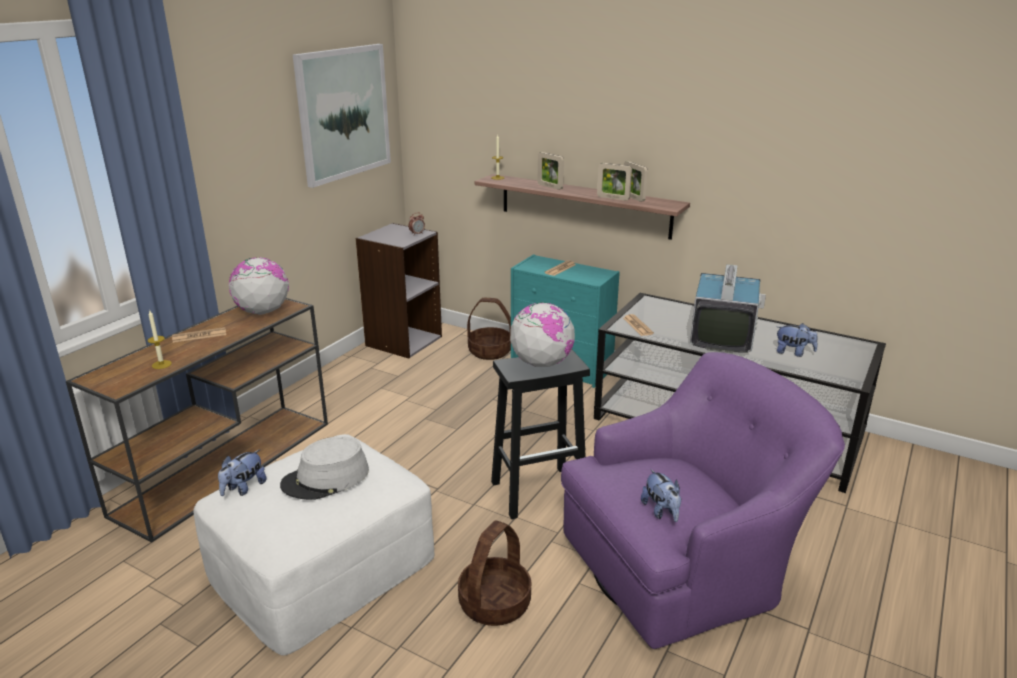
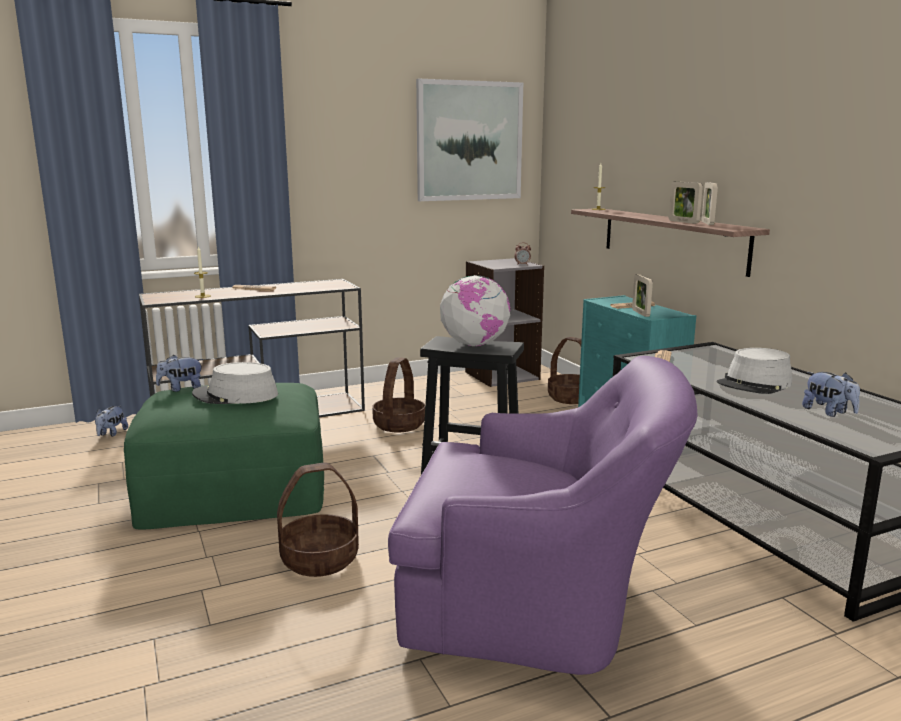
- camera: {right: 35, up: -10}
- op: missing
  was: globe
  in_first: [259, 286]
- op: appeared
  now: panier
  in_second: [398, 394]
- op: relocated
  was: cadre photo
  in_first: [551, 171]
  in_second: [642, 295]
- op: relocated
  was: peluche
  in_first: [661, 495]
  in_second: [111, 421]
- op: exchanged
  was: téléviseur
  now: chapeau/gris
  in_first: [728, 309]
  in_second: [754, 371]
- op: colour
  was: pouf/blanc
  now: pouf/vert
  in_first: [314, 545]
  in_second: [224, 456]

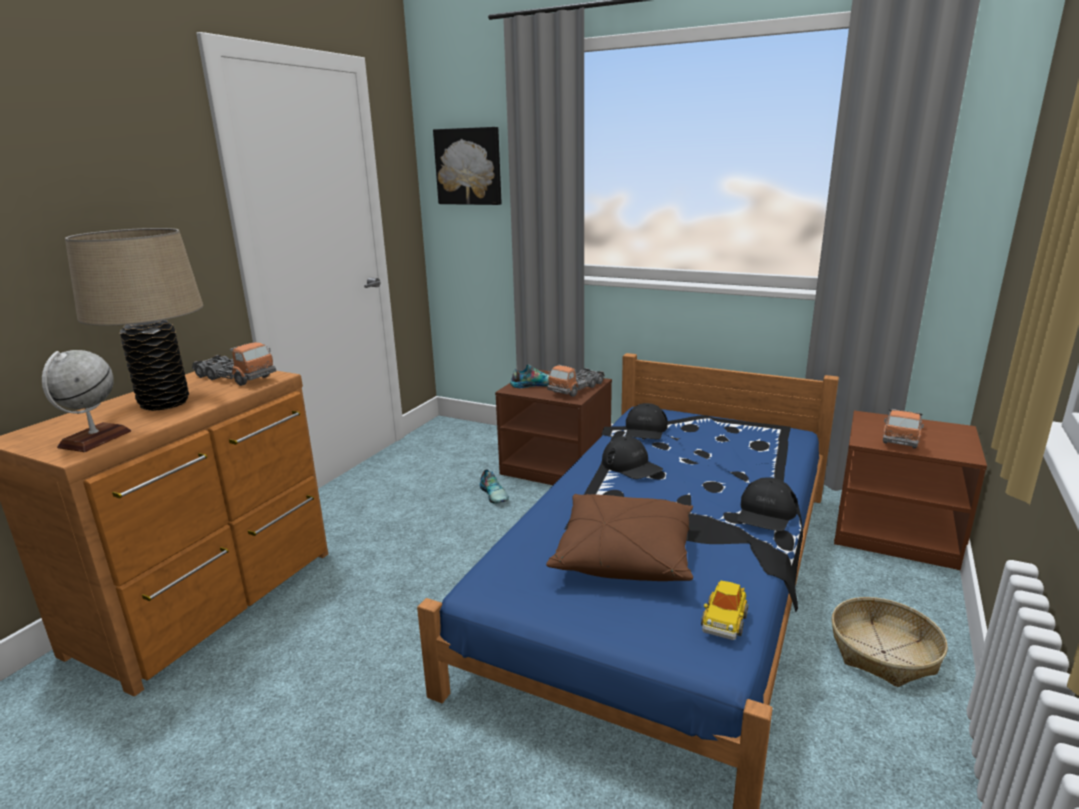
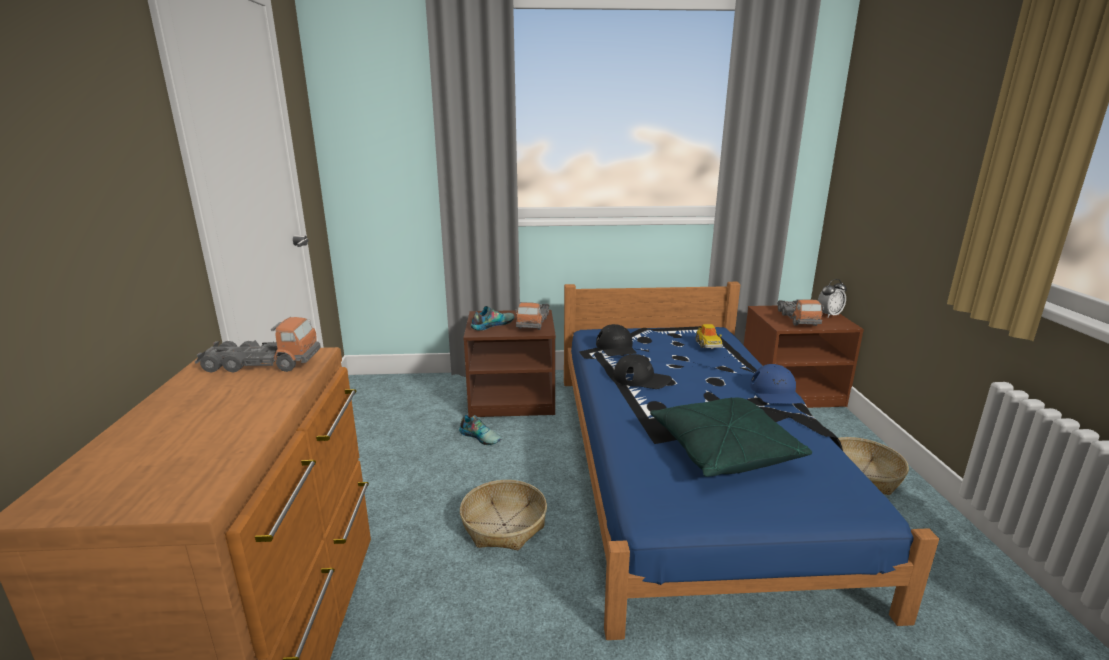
- camera: {right: -30, up: 0}
- op: missing
  was: globe
  in_first: [86, 401]
- op: missing
  was: lampe de table/beige
  in_first: [134, 319]
- op: missing
  was: tableau
  in_first: [467, 166]
- op: appeared
  now: panier
  in_second: [503, 515]
- op: appeared
  now: réveil
  in_second: [832, 298]
- op: relocated
  was: petite voiture
  in_first: [724, 610]
  in_second: [709, 336]
- op: colour
  was: coussin/marron
  now: coussin/vert
  in_first: [619, 537]
  in_second: [731, 437]
- op: colour
  was: casquette/noir
  now: casquette/bleu
  in_first: [767, 504]
  in_second: [775, 384]

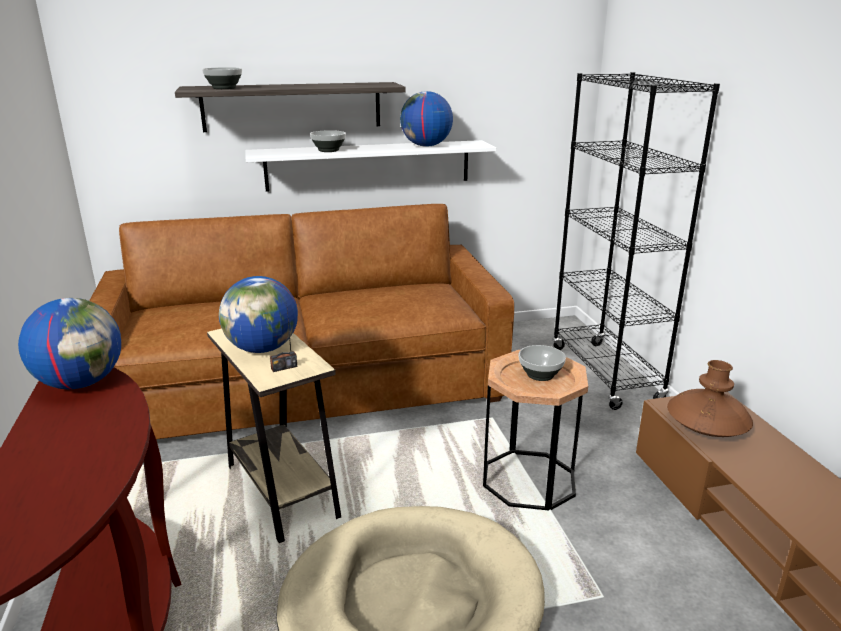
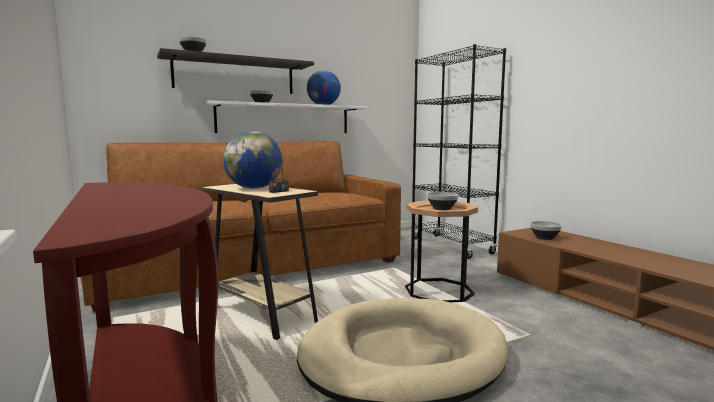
- camera: {right: -15, up: -15}
- op: missing
  was: globe
  in_first: [69, 343]
- op: exchanged
  was: vase/marron
  now: bol
  in_first: [710, 398]
  in_second: [546, 230]

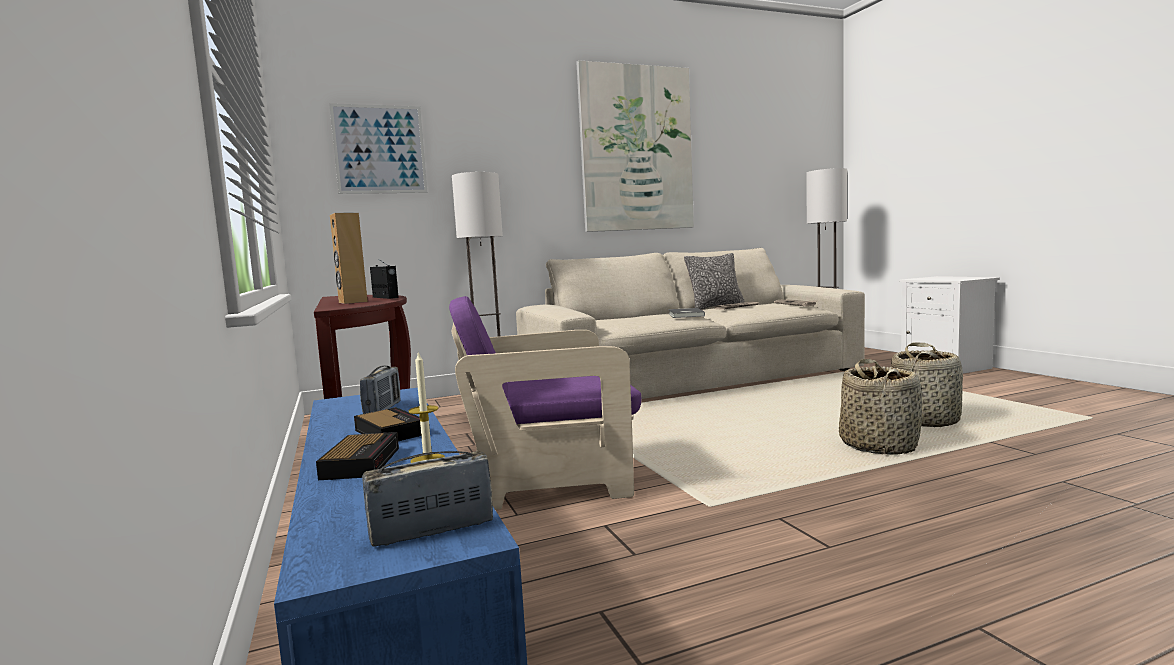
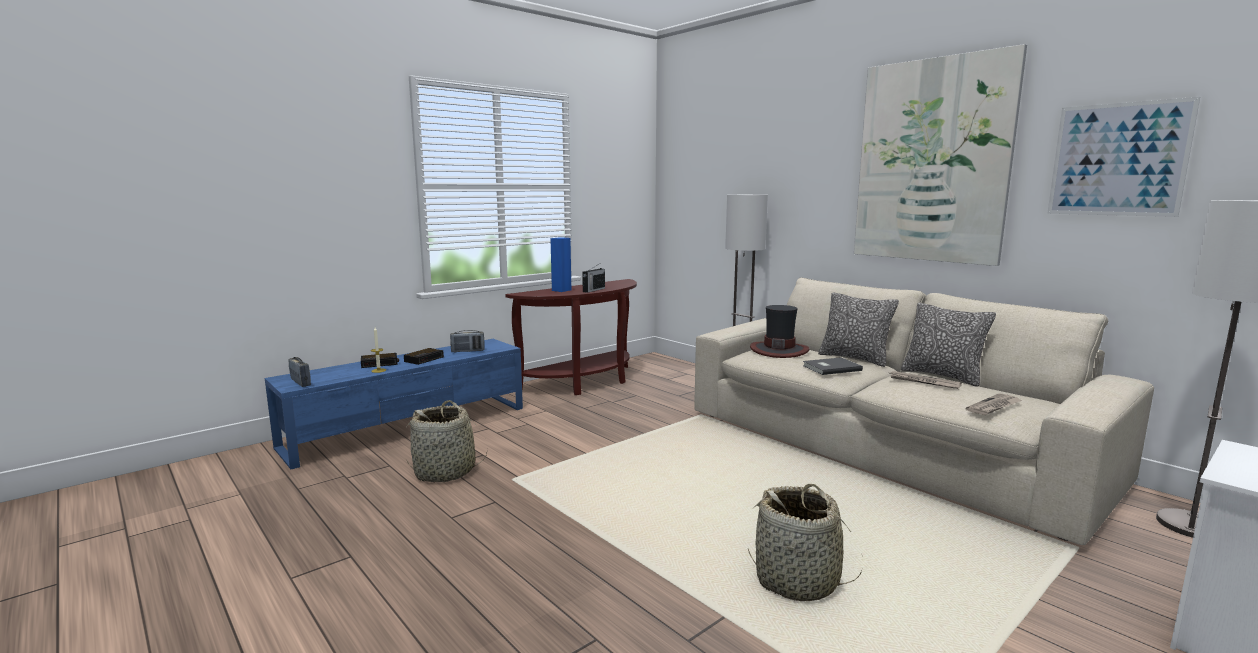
- camera: {right: 70, up: 5}
- op: missing
  was: fauteuil/violet
  in_first: [545, 403]
- op: appeared
  now: chapeau
  in_second: [780, 331]
- op: appeared
  now: coussin
  in_second: [858, 329]
- op: relocated
  was: tableau
  in_first: [378, 148]
  in_second: [1123, 157]
- op: relocated
  was: panier
  in_first: [880, 407]
  in_second: [447, 441]
- op: colour
  was: enceinte/marron
  now: enceinte/bleu
  in_first: [349, 258]
  in_second: [560, 264]

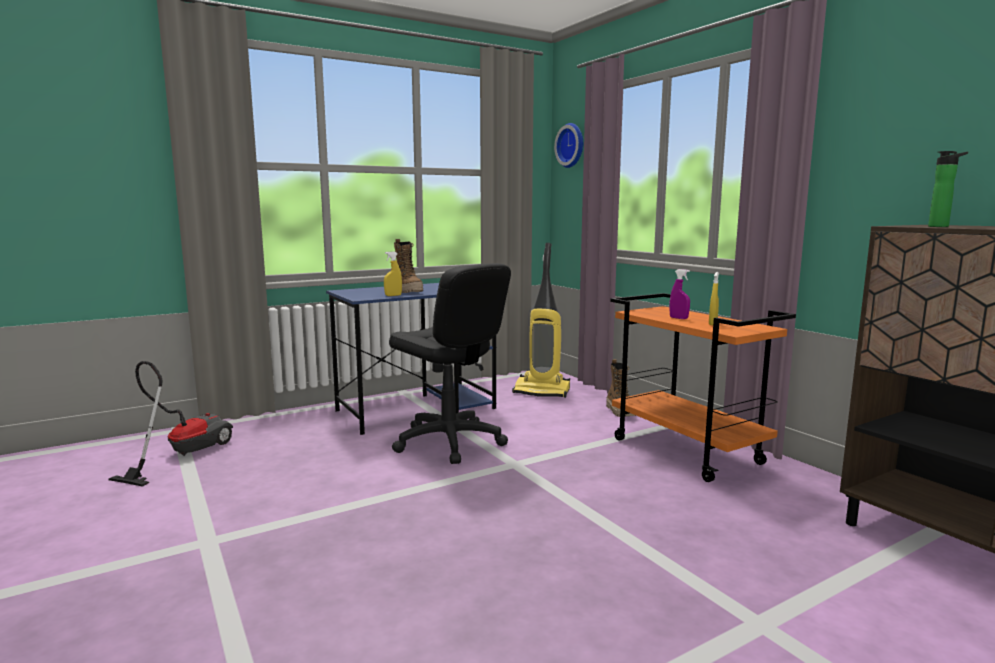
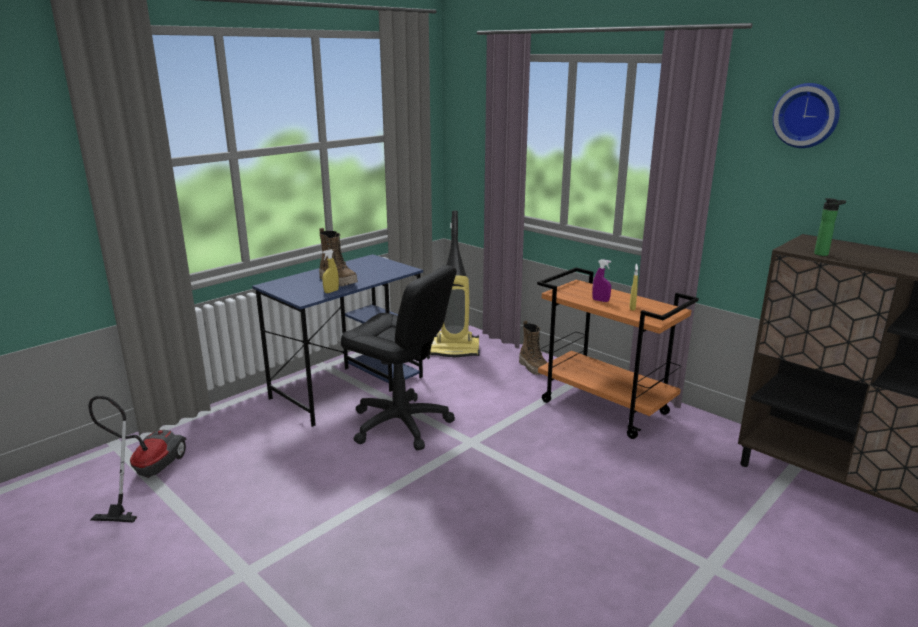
- camera: {right: -15, up: 10}
- op: relocated
  was: horloge murale
  in_first: [568, 145]
  in_second: [806, 115]

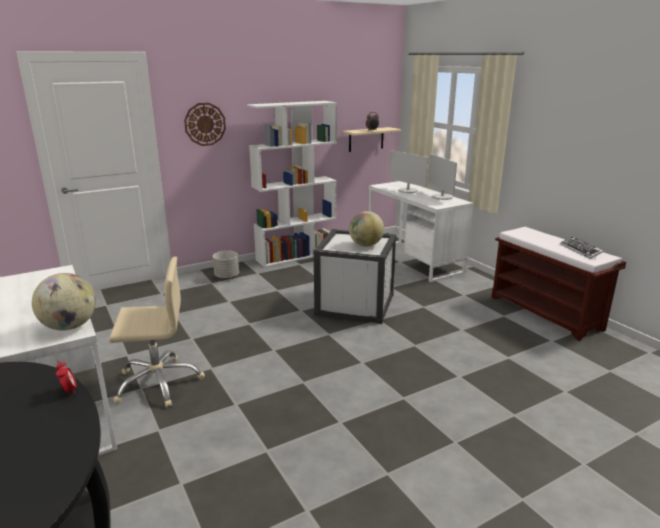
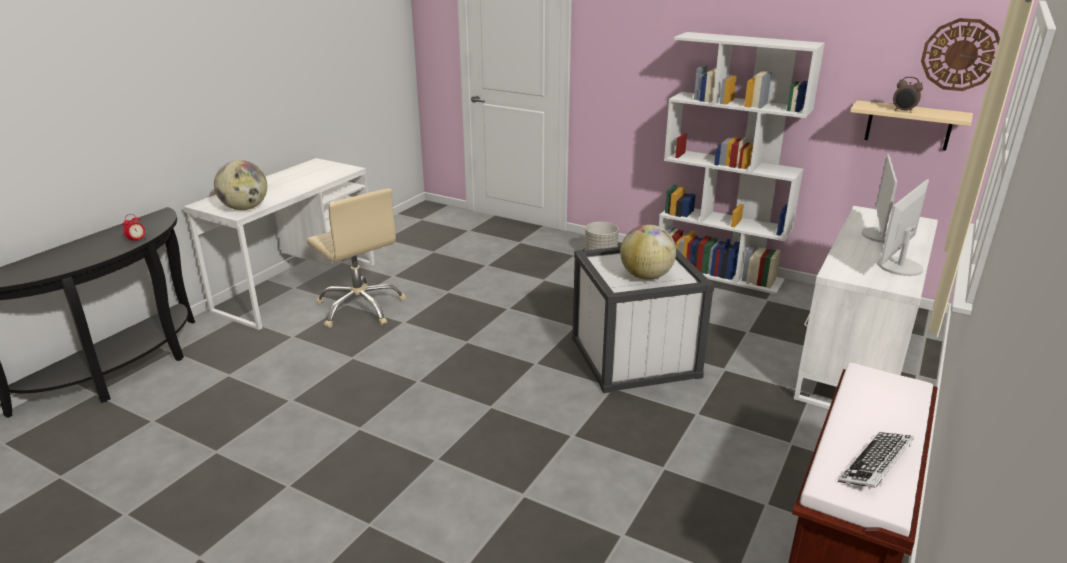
- camera: {right: 60, up: 5}
- op: relocated
  was: horloge murale
  in_first: [205, 124]
  in_second: [960, 54]

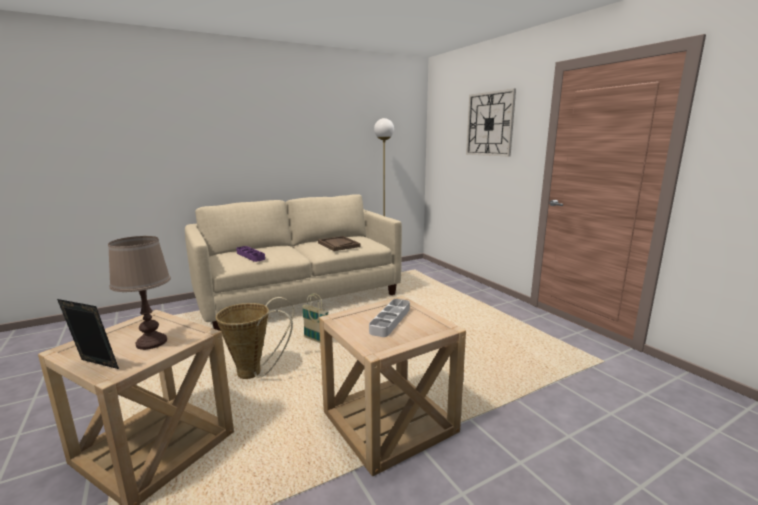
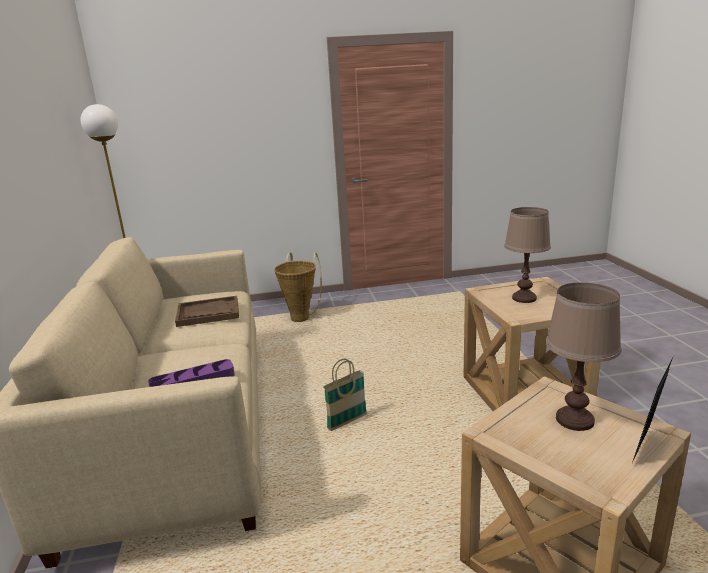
- camera: {right: -70, up: 5}
- op: missing
  was: horloge murale
  in_first: [491, 123]
- op: relocated
  was: panier
  in_first: [255, 338]
  in_second: [298, 287]
- op: exchanged
  was: plateau/gris
  now: lampe de table/marron
  in_first: [389, 318]
  in_second: [527, 255]

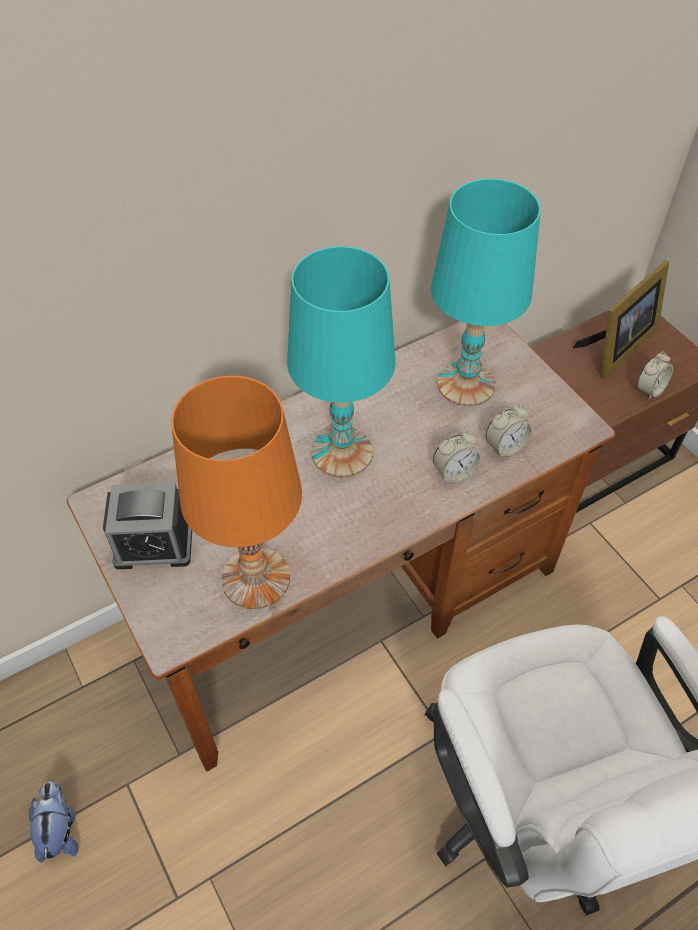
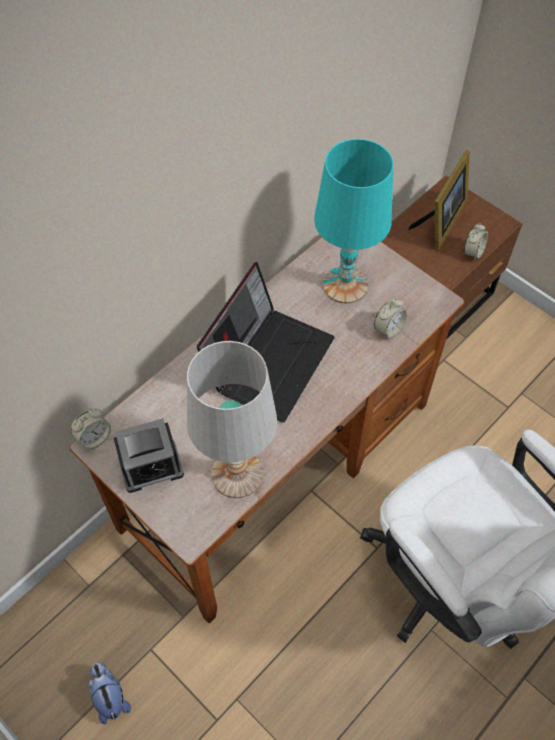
- camera: {right: -15, up: 5}
- op: relocated
  was: réveil
  in_first: [457, 457]
  in_second: [91, 429]
- op: exchanged
  was: lampe de table/turquoise
  now: ordinateur portable
  in_first: [341, 361]
  in_second: [266, 342]
- op: colour
  was: lampe de table/orange
  now: lampe de table/blanc
  in_first: [236, 492]
  in_second: [232, 419]

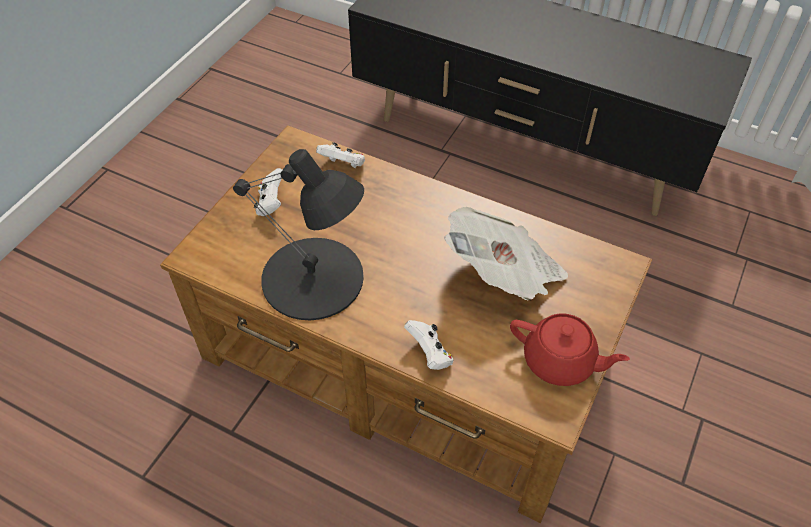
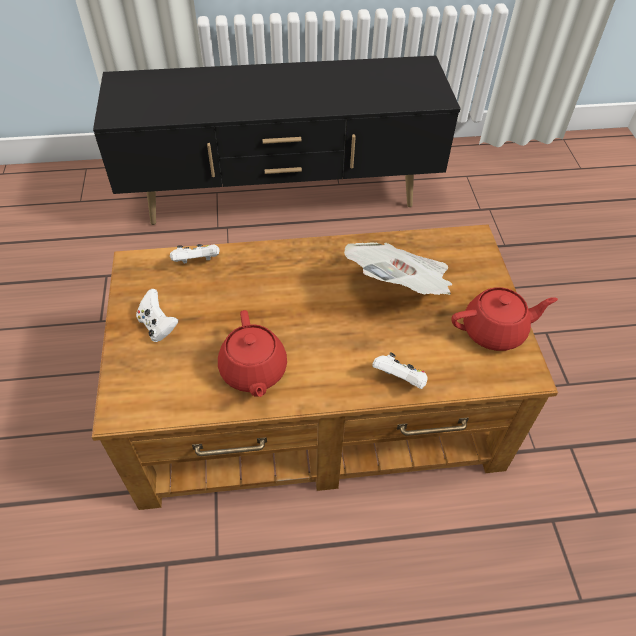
- camera: {right: -35, up: 0}
- op: exchanged
  was: lampe de table/noir
  now: théière/rouge
  in_first: [298, 234]
  in_second: [252, 353]

